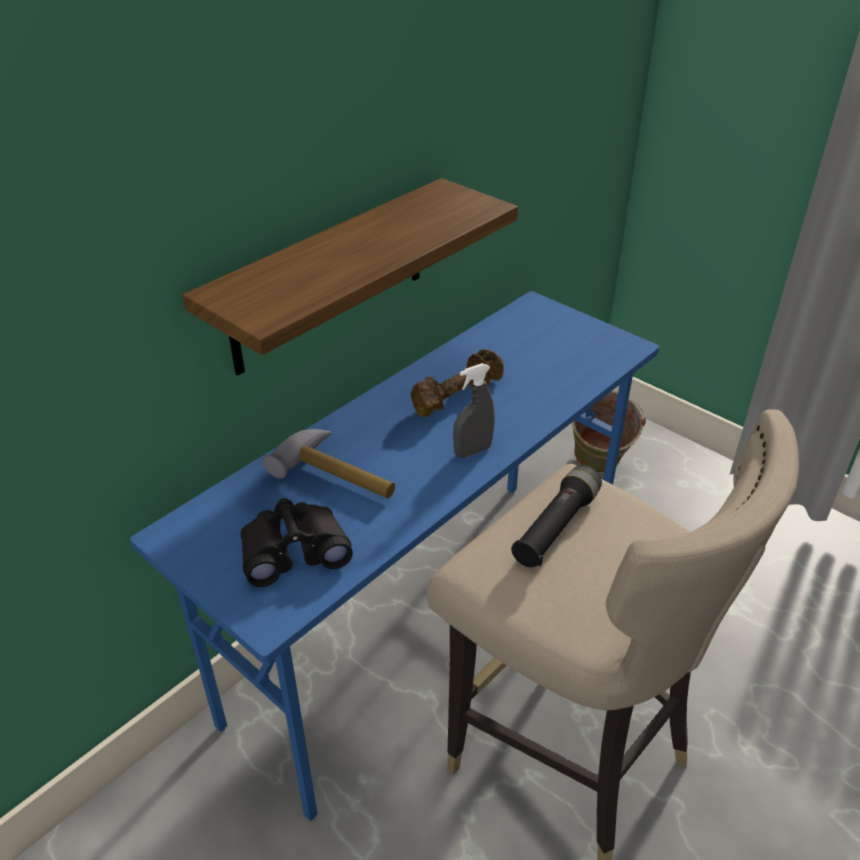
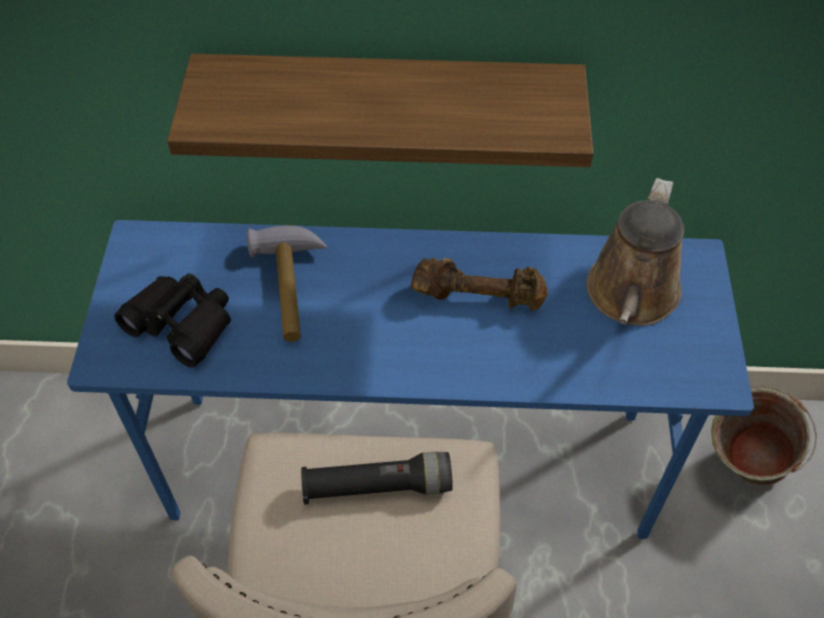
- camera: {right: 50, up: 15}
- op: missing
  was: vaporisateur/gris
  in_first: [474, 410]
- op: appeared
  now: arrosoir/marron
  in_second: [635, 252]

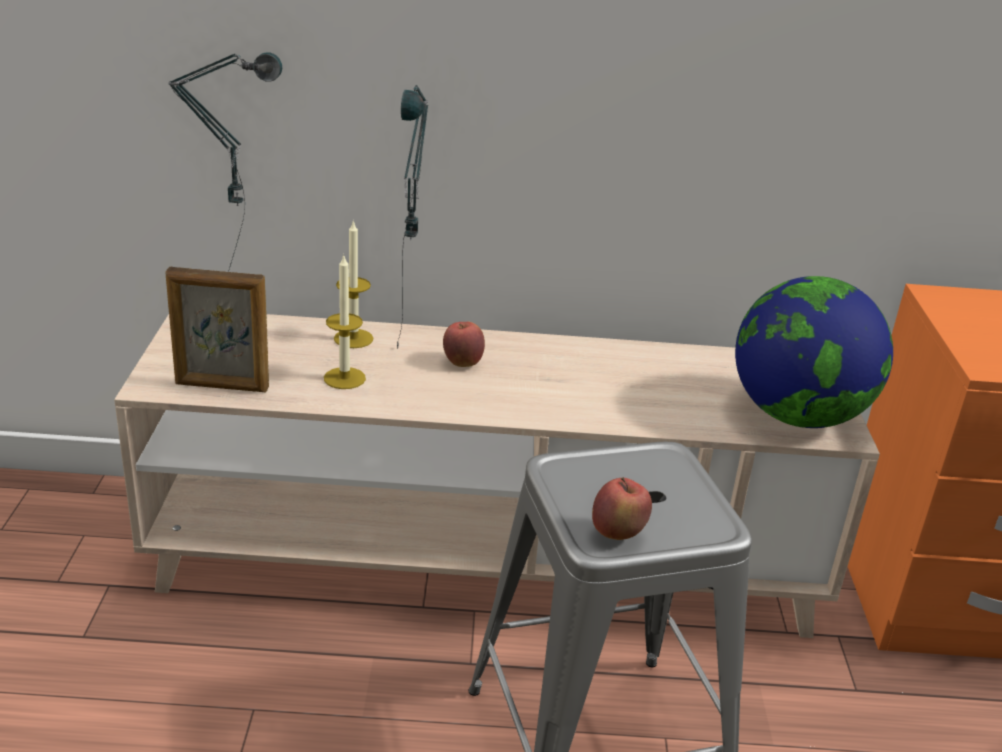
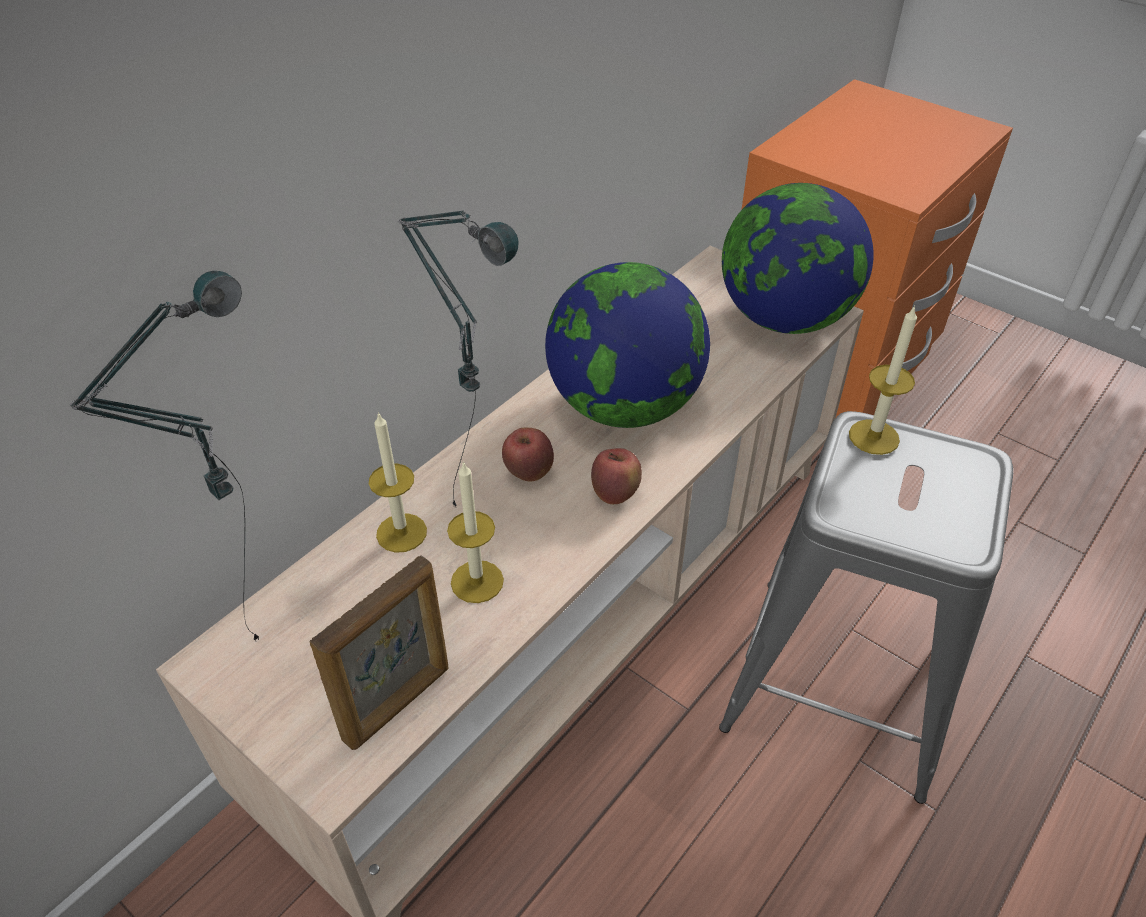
- camera: {right: -50, up: 15}
- op: appeared
  now: globe
  in_second: [627, 345]
- op: appeared
  now: bougie
  in_second: [883, 380]
- op: relocated
  was: pomme
  in_first: [622, 508]
  in_second: [616, 476]

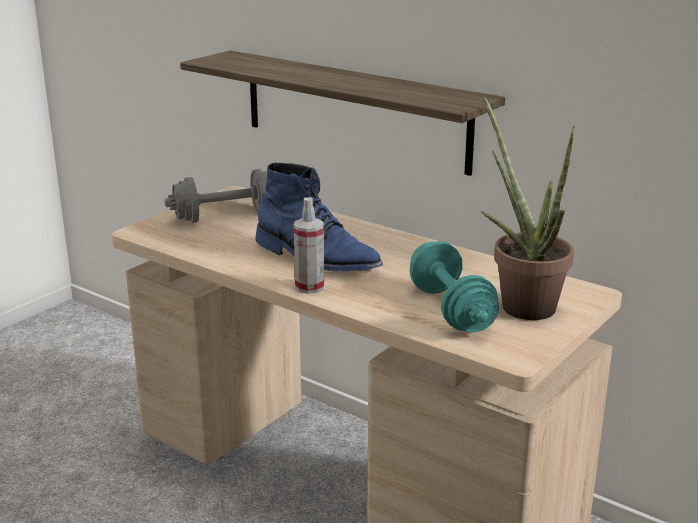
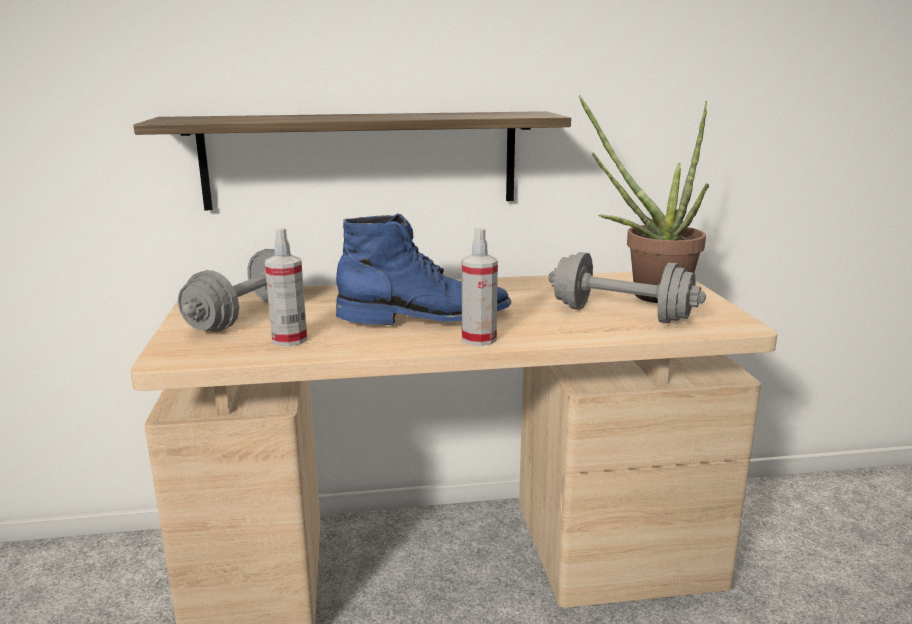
- camera: {right: -45, up: -5}
- op: appeared
  now: vaporisateur
  in_second: [286, 287]
- op: colour
  was: haltère/turquoise
  now: haltère/gris
  in_first: [454, 286]
  in_second: [627, 287]

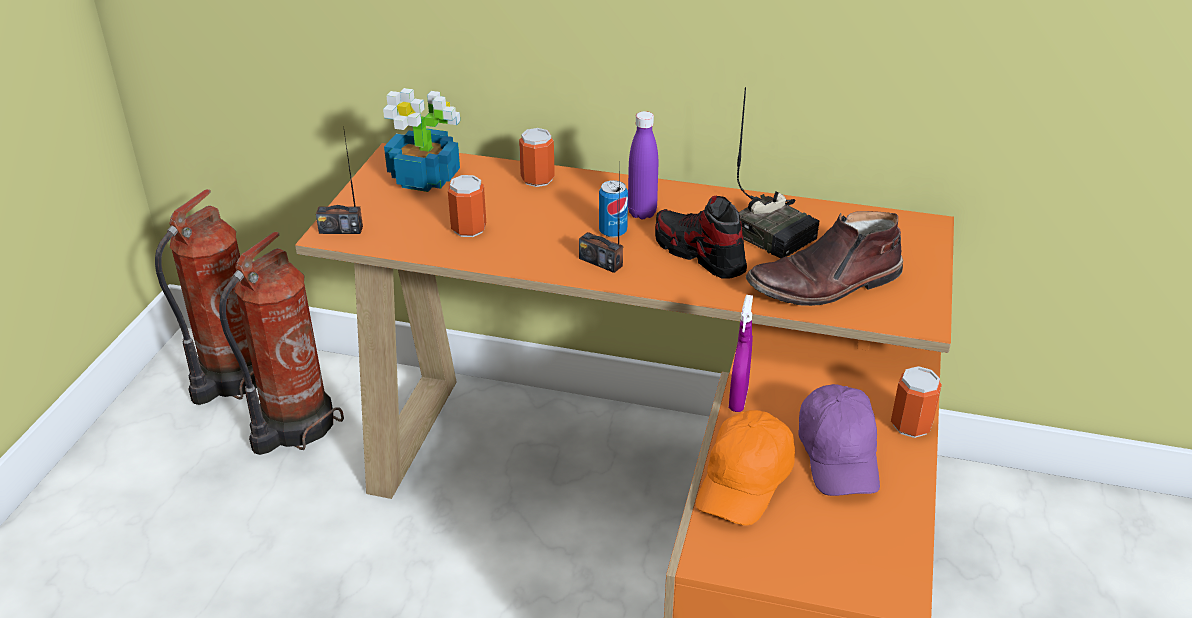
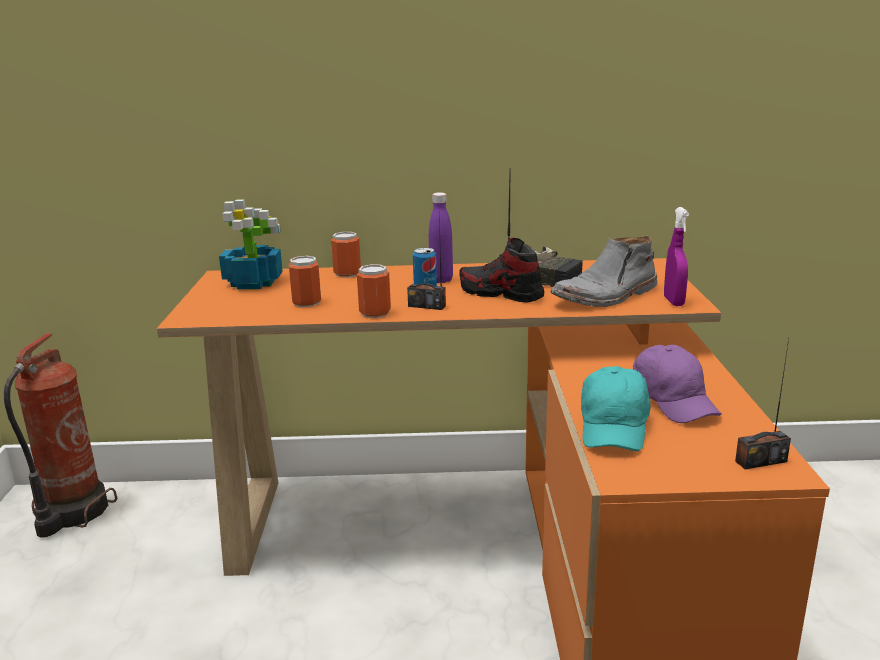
- camera: {right: -15, up: -15}
- op: missing
  was: extincteur
  in_first: [281, 343]
- op: relocated
  was: radio
  in_first: [339, 183]
  in_second: [763, 404]
- op: relocated
  was: vaporisateur/violet
  in_first: [741, 353]
  in_second: [676, 256]
- op: relocated
  was: boîte métallique
  in_first: [916, 402]
  in_second: [374, 291]
- op: colour
  was: casquette/orange
  now: casquette/turquoise
  in_first: [745, 467]
  in_second: [616, 408]
- op: colour
  was: botte/marron
  now: botte/gris
  in_first: [824, 258]
  in_second: [603, 271]

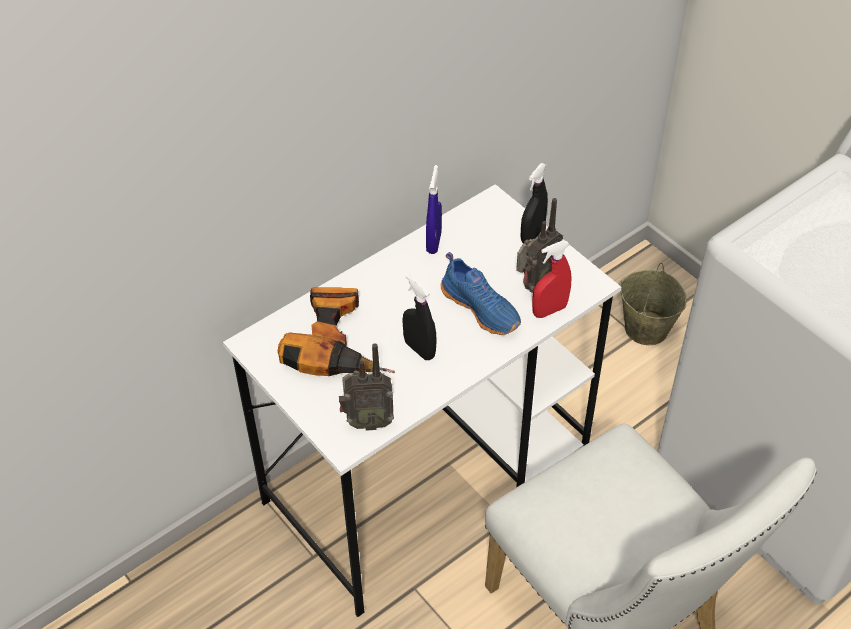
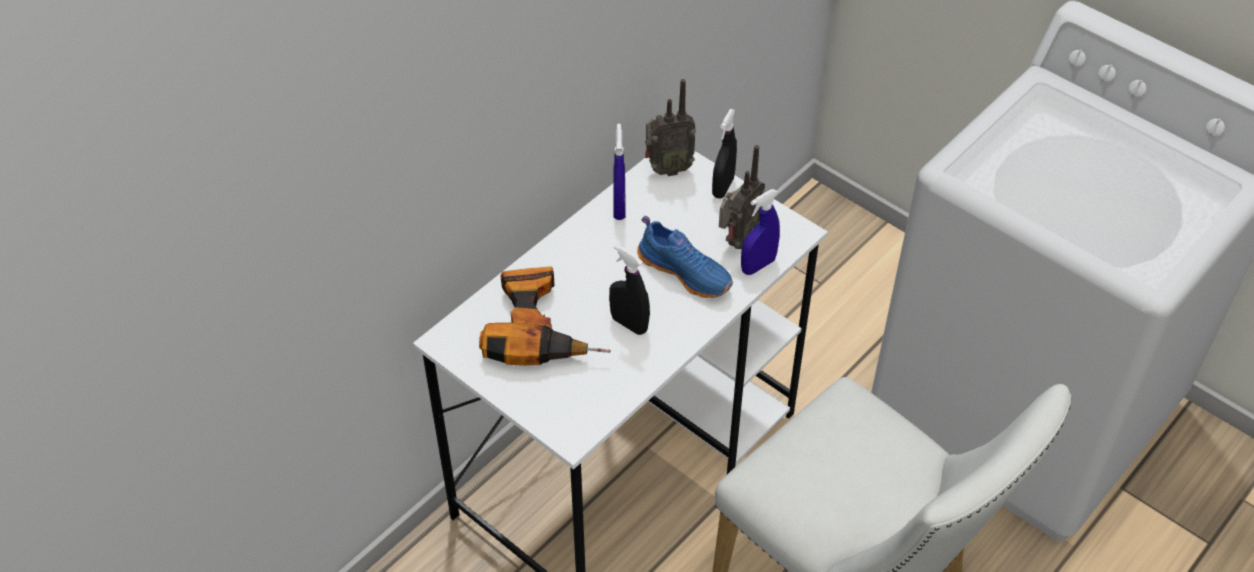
- camera: {right: -10, up: 0}
- op: missing
  was: seau/beige
  in_first: [653, 304]
- op: relocated
  was: radio
  in_first: [366, 387]
  in_second: [670, 127]
- op: colour
  was: vaporisateur/rouge
  now: vaporisateur/bleu
  in_first: [552, 279]
  in_second: [760, 232]

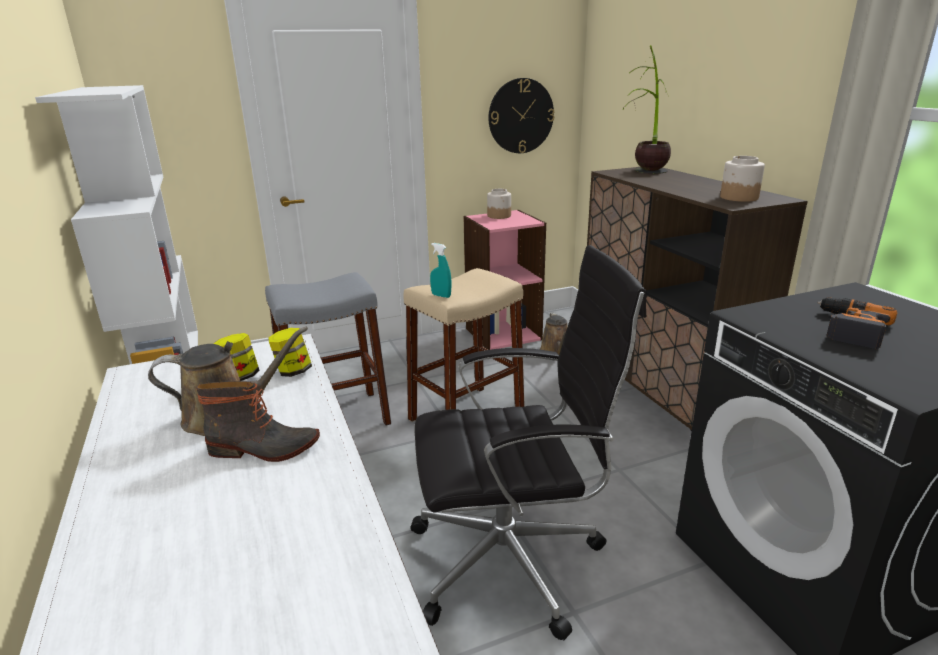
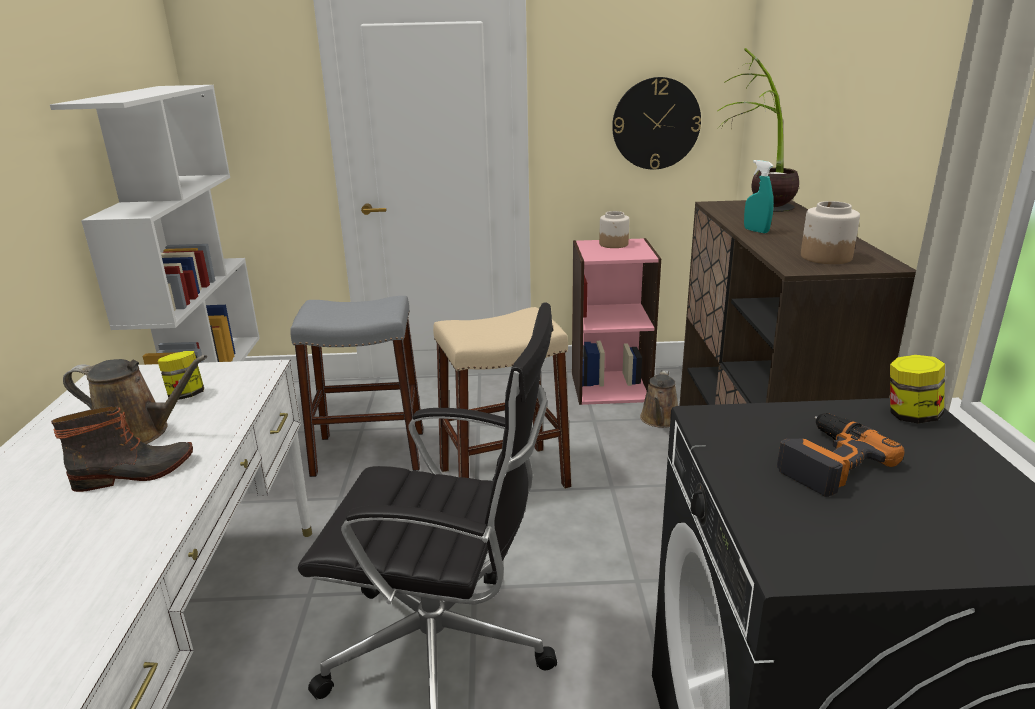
- camera: {right: 20, up: 0}
- op: relocated
  was: bocal
  in_first: [290, 352]
  in_second: [917, 389]
- op: relocated
  was: vaporisateur/turquoise
  in_first: [441, 270]
  in_second: [759, 196]
- op: spun
  was: botte
  in_first: [258, 421]
  in_second: [122, 449]
  clockwise: -45

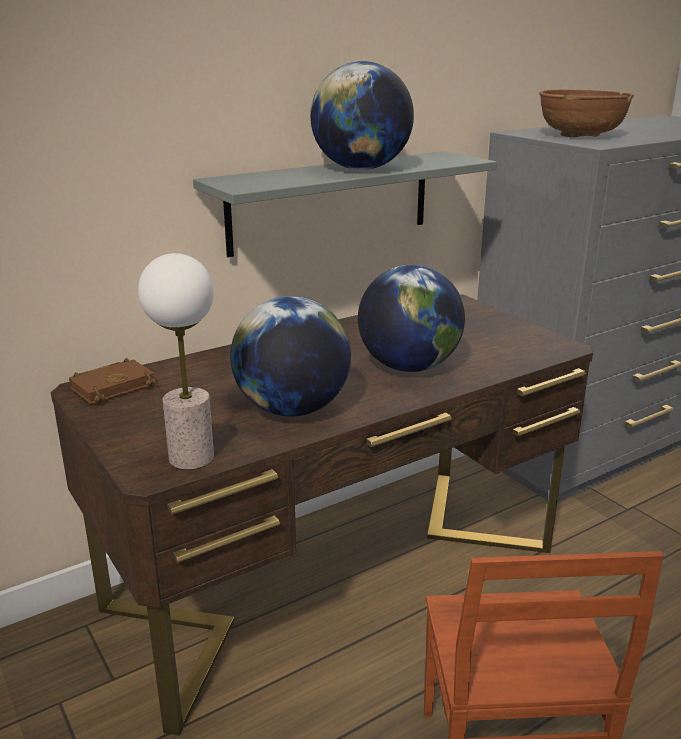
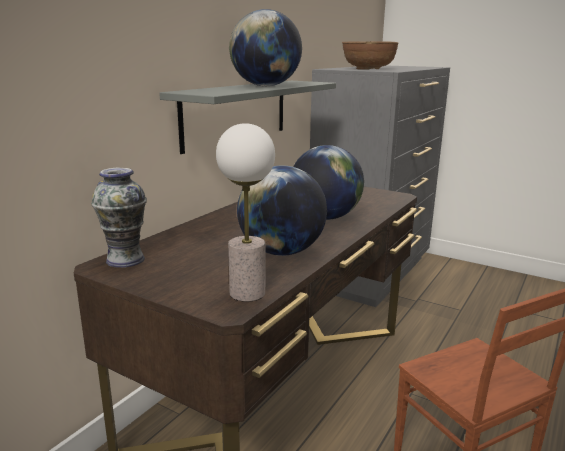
- camera: {right: -25, up: -5}
- op: exchanged
  was: livre/marron
  now: vase
  in_first: [112, 381]
  in_second: [119, 217]

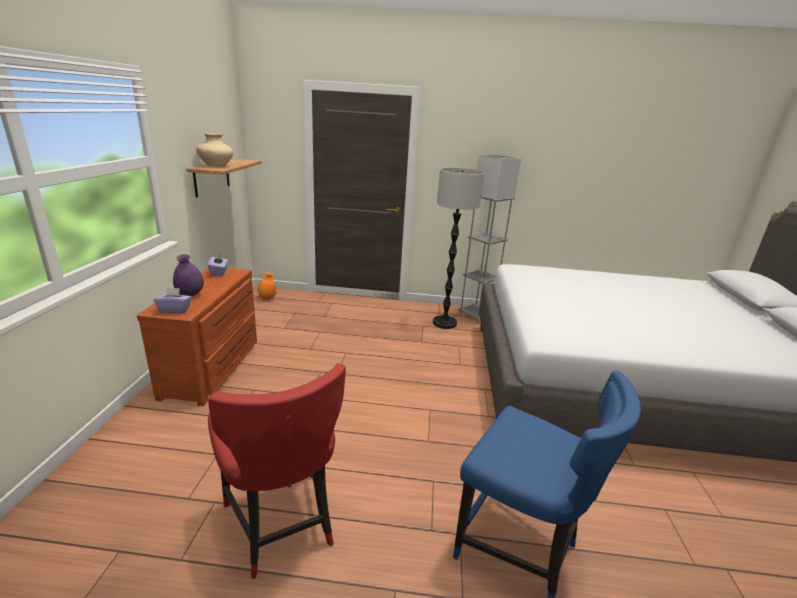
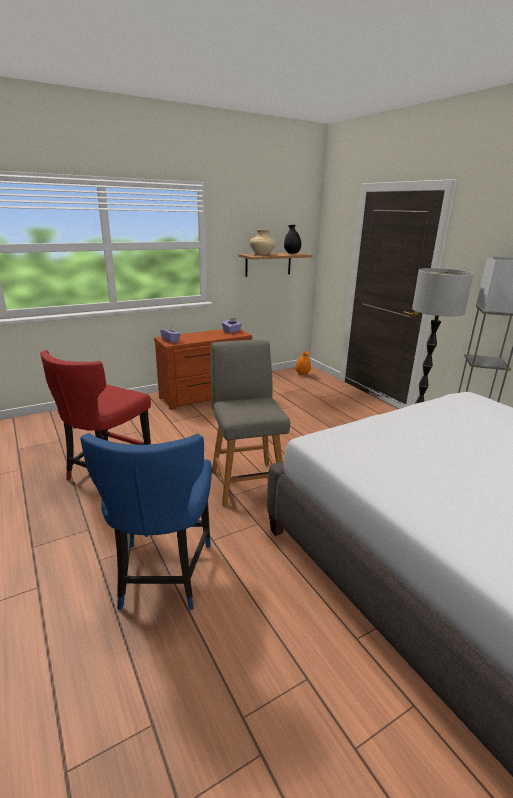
- camera: {right: 55, up: 0}
- op: missing
  was: vase/violet
  in_first: [188, 275]
- op: appeared
  now: chaise/gris
  in_second: [250, 423]
- op: appeared
  now: vase/noir
  in_second: [292, 239]

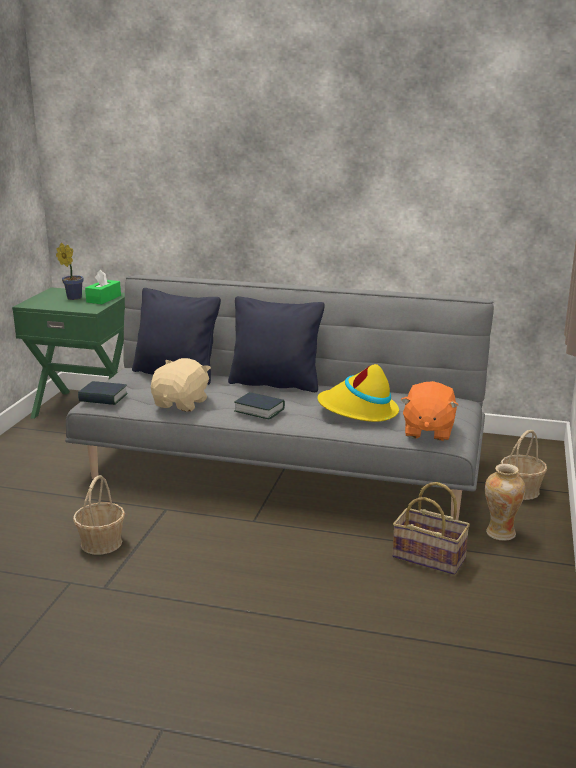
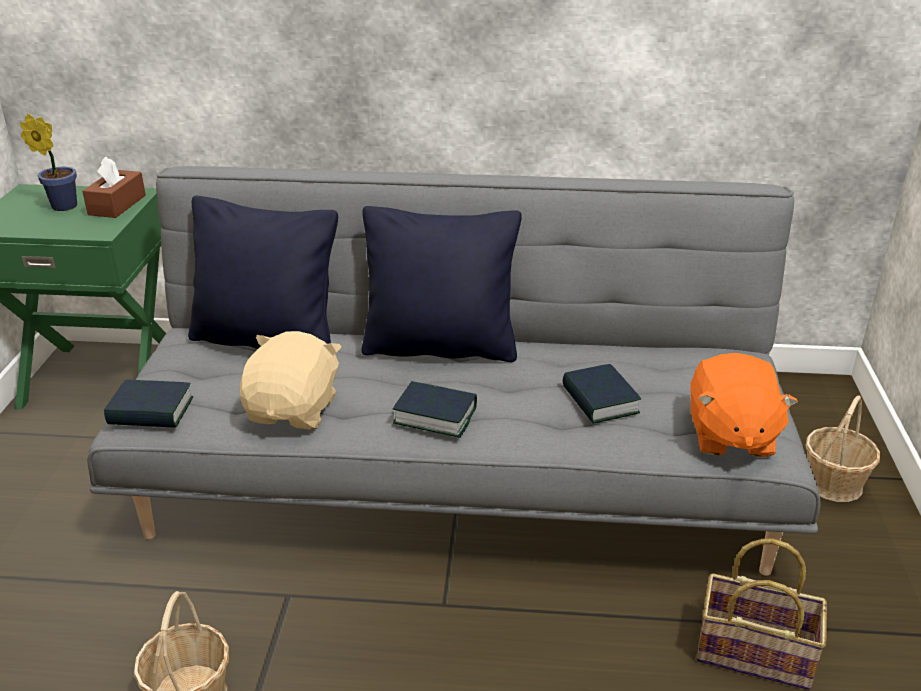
- camera: {right: -10, up: 10}
- op: missing
  was: vase
  in_first: [505, 502]
- op: exchanged
  was: chapeau/jaune
  now: livre
  in_first: [358, 393]
  in_second: [602, 394]
- op: colour
  was: boîte à mouchoirs/vert
  now: boîte à mouchoirs/marron
  in_first: [103, 287]
  in_second: [114, 187]

